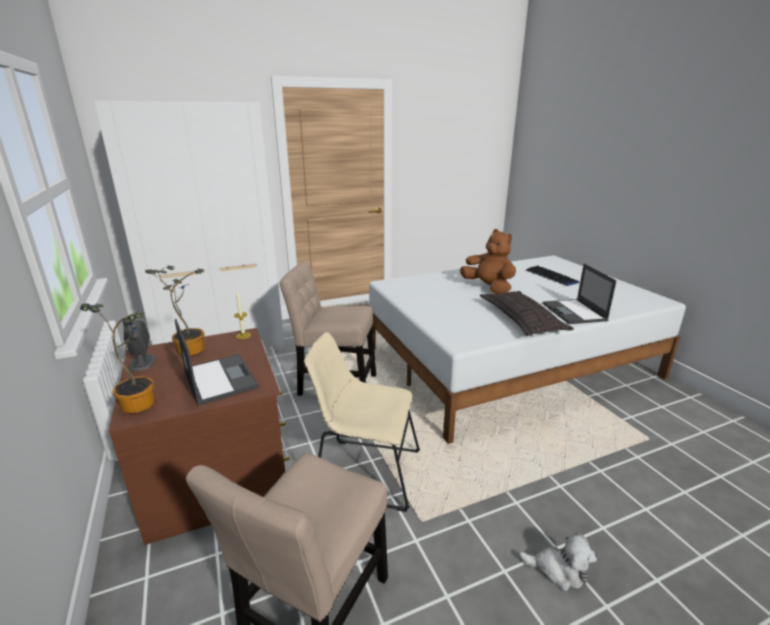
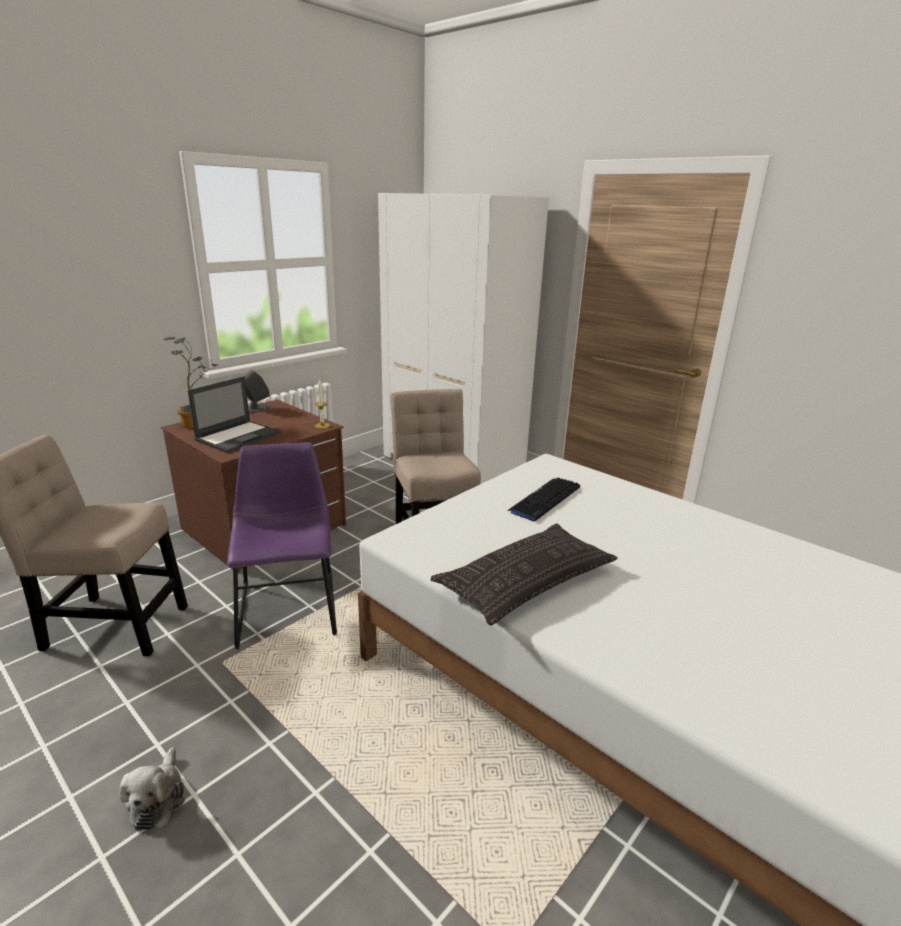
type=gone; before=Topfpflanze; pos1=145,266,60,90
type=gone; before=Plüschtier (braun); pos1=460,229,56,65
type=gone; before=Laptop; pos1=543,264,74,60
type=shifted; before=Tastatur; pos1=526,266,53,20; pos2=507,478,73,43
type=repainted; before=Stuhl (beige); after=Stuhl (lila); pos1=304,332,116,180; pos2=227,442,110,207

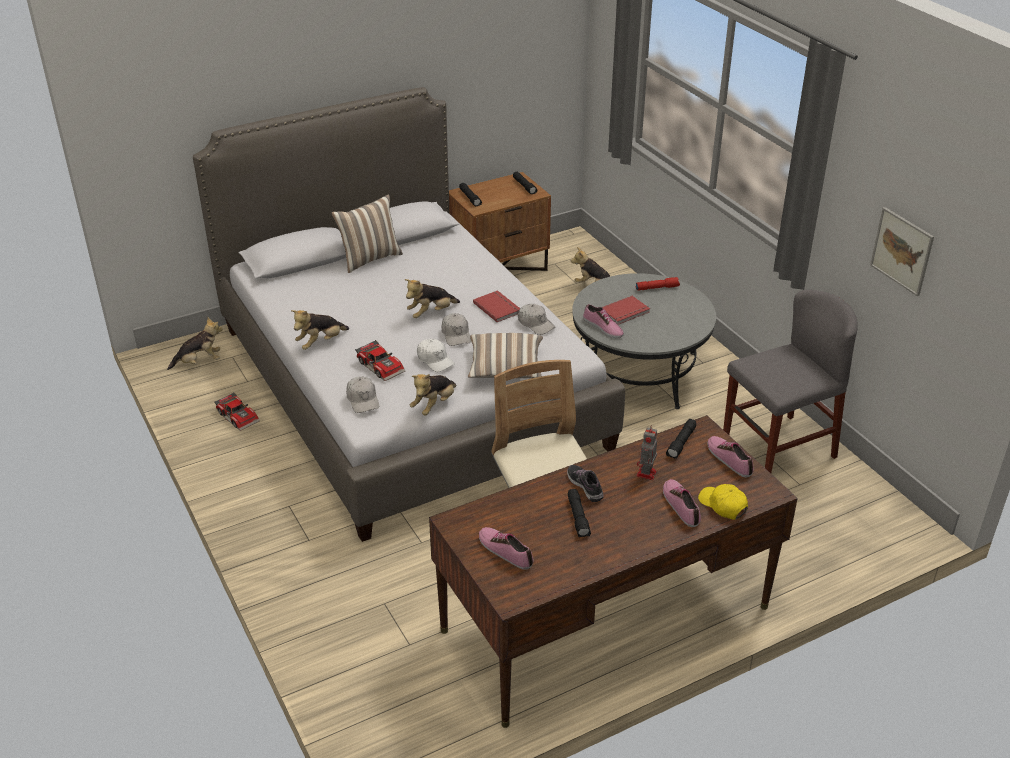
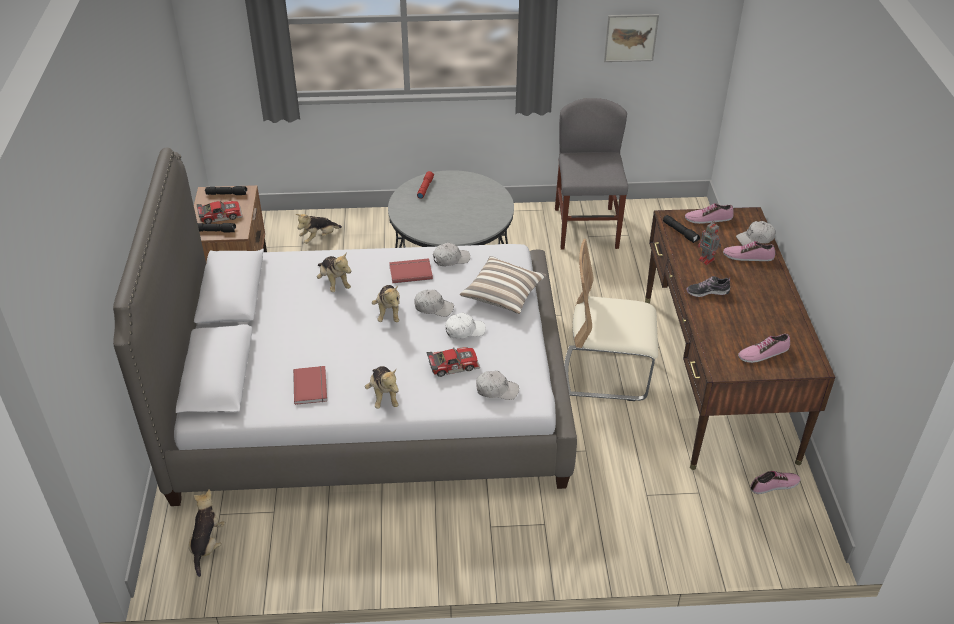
type=gone; before=Kissen; pos1=332,194,71,79
type=gone; before=Taschenlampe (schwarz); pos1=568,489,23,48
type=shifted; before=Spielzeugauto; pos1=214,392,46,39; pos2=197,201,46,23
type=shifted; before=Plüschtier; pos1=410,374,46,41; pos2=317,253,34,39
type=shifted; before=Schuh; pos1=583,304,41,34; pos2=750,471,50,23
type=shifted; before=Buch (rot); pos1=602,296,48,29; pos2=293,366,34,39
type=repainted; before=Kappe (gelb); after=Kappe (weiß); pos1=698,484,50,36; pos2=736,221,40,24

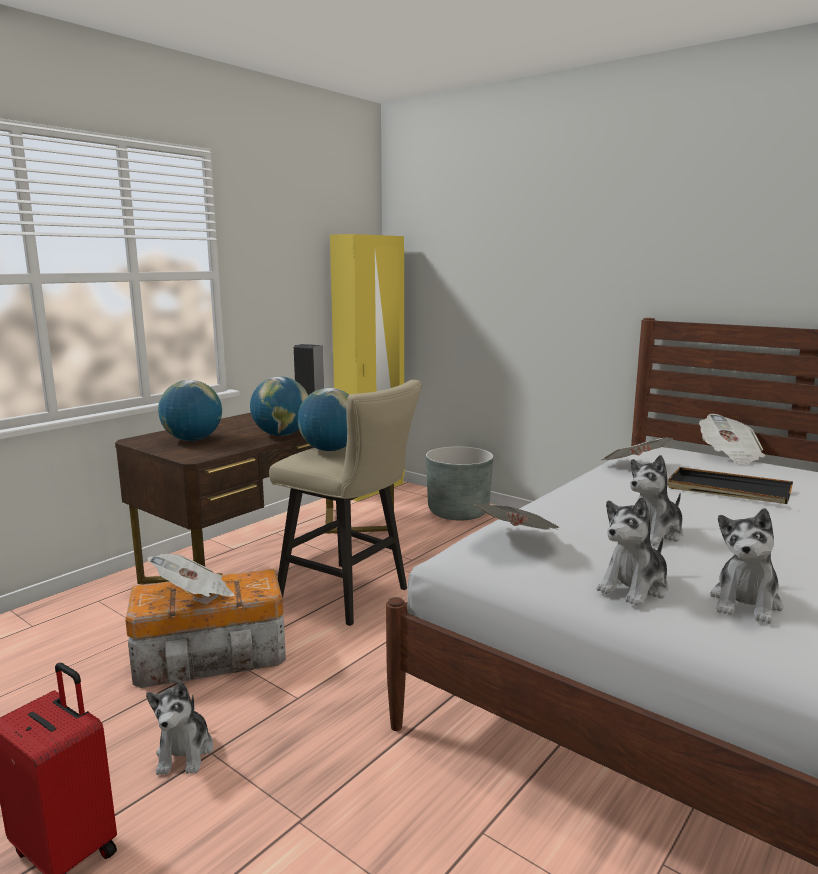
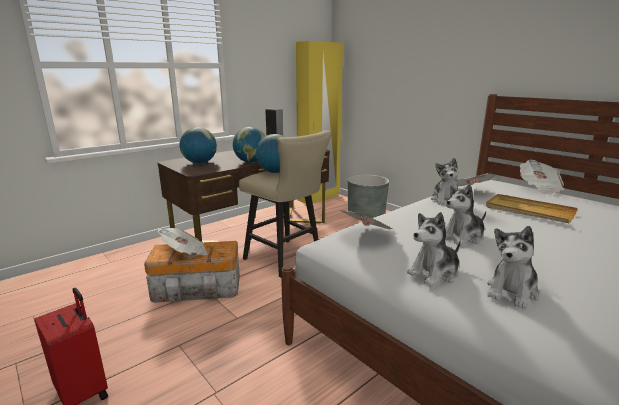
type=shifted; before=Plüschtier; pos1=146,681,67,94; pos2=431,158,27,47
type=repainted; before=Tablett (schwarz); after=Tablett (beige); pos1=668,467,125,37; pos2=486,194,92,29

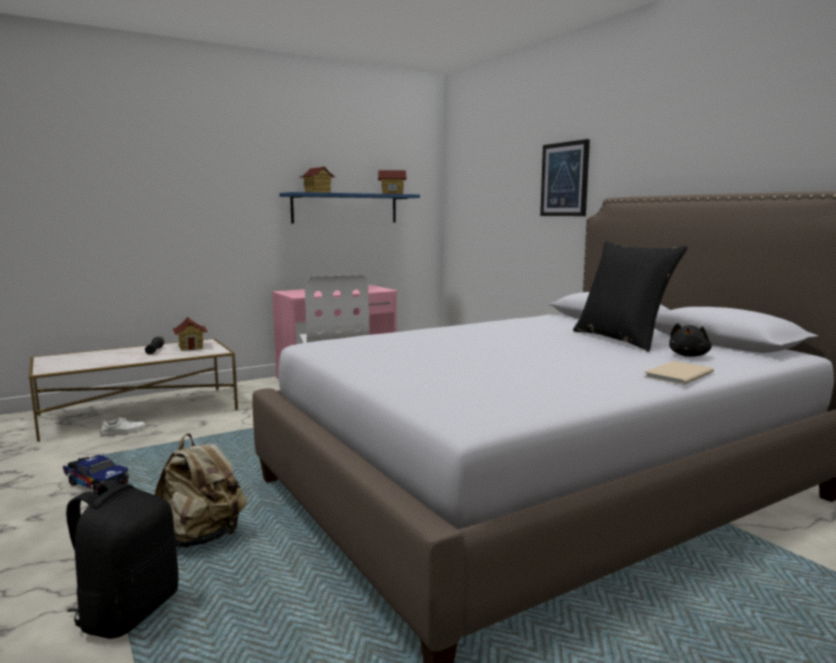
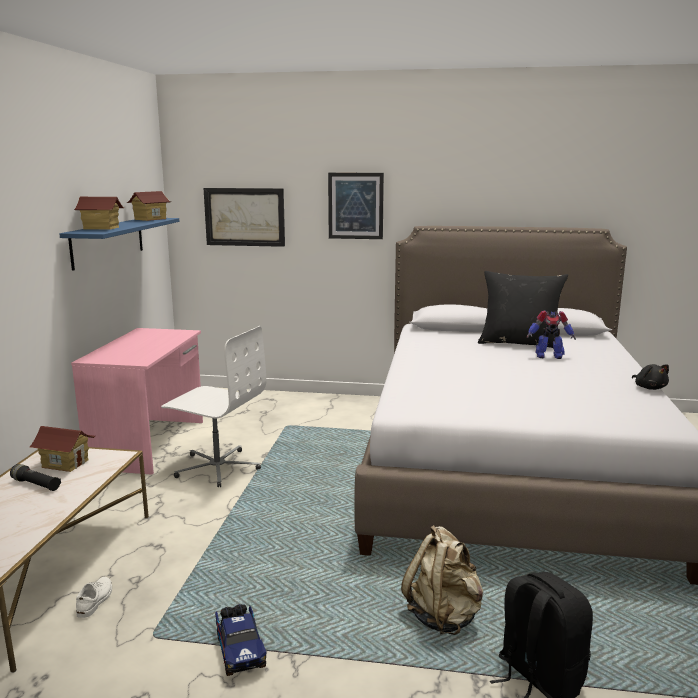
type=gone; before=Buch (beige); pos1=643,361,71,24
type=new; after=Bild; pos2=204,188,81,59
type=new; after=Spielzeugroboter; pos2=527,311,49,48
type=shifted; before=Plüschtier (schwarz); pos1=669,323,43,34; pos2=632,364,37,26
type=rotated; before=Spielzeuglaster; pos1=63,455,66,39; pos2=215,604,52,72; turn=90

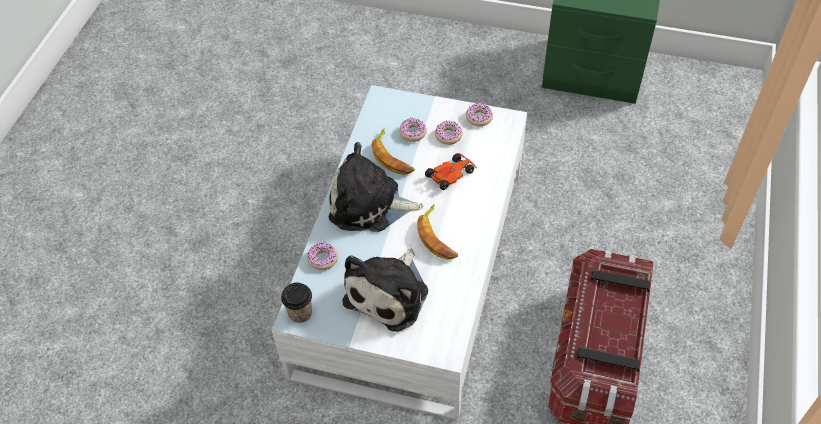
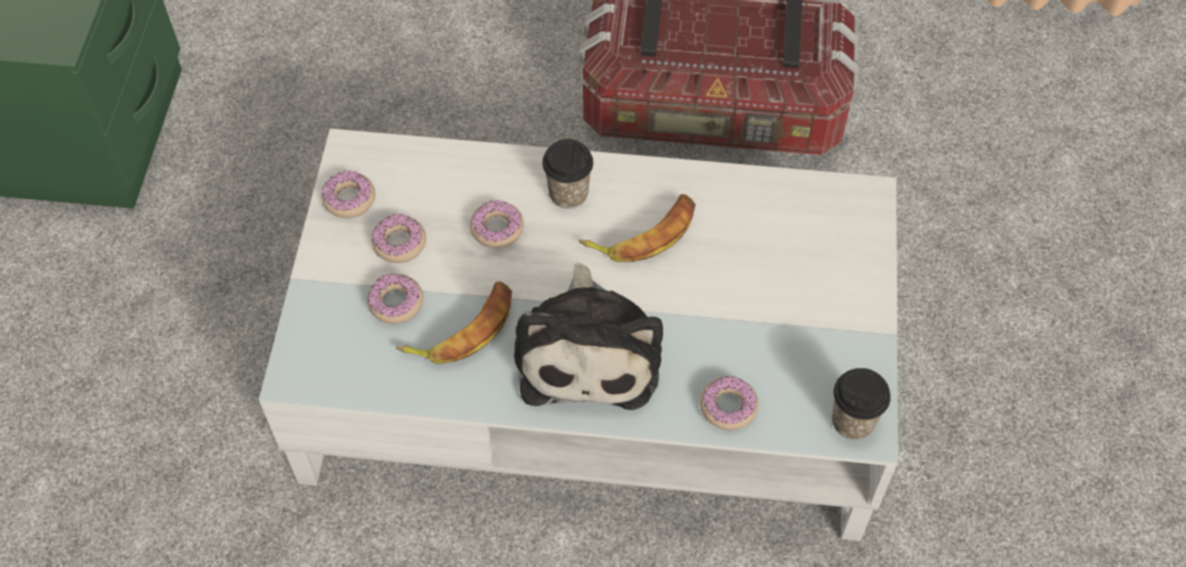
type=gone; before=Plüschtier; pos1=343,248,85,84
type=new; after=Tasse; pos2=542,139,51,70
type=swapped; before=Spielzeugauto; after=Donut; pos1=425,153,52,37; pos2=470,200,54,48

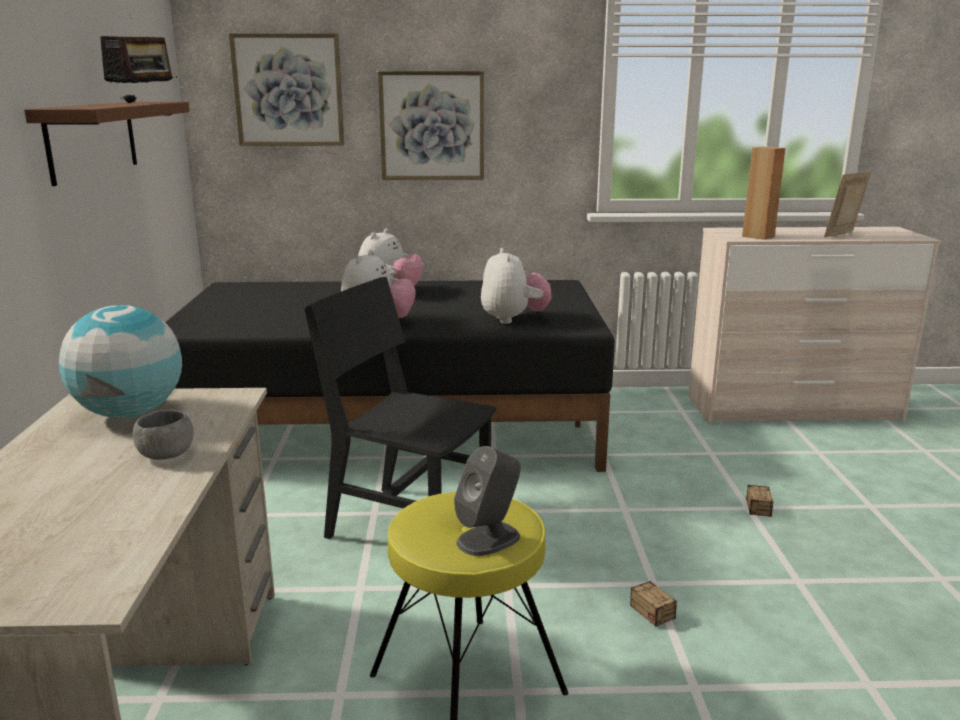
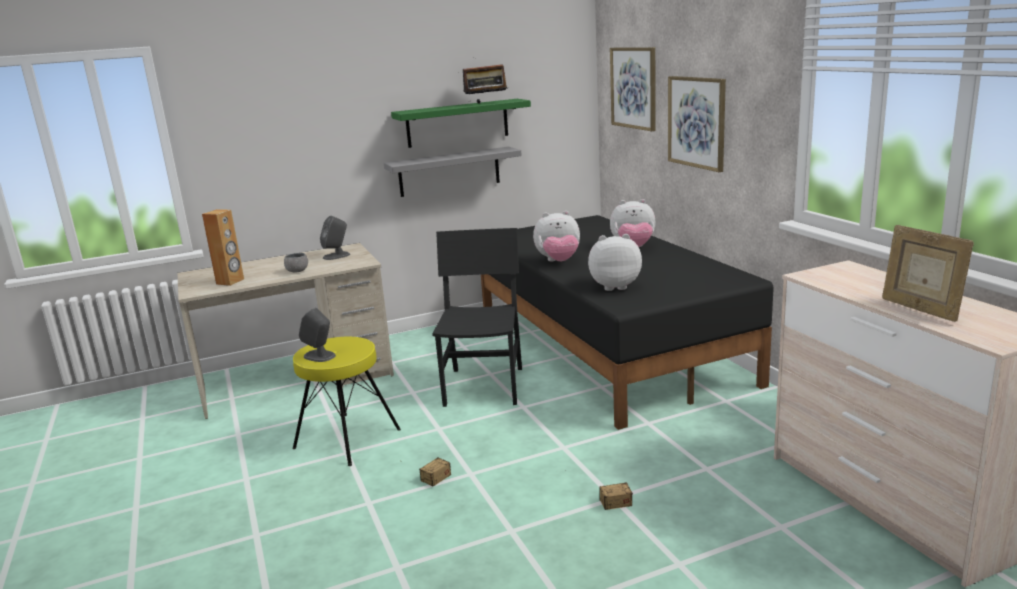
type=new; after=Wandregal (grau); pos2=384,147,138,50
type=shifted; before=Lautsprecher (braun); pos1=742,146,43,94; pos2=202,209,42,77
type=swapped; before=Globus; after=Lautsprecher (grau); pos1=59,305,123,113; pos2=320,216,30,44
type=repainted; before=Wandregal (braun); after=Wandregal (grün); pos1=24,102,166,84; pos2=391,99,140,49
type=rotated; before=Plüschtier; pos1=481,248,71,76; pos2=588,234,54,57; turn=-150
type=rotated; before=Bilderrahmen; pos1=824,172,47,65; pos2=882,225,92,97; turn=-135

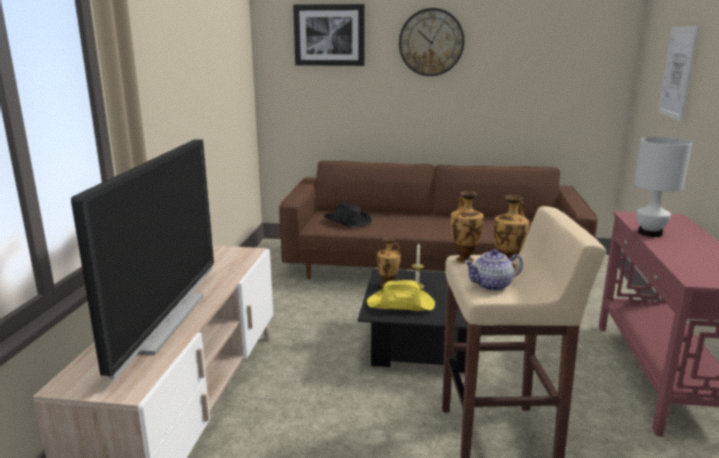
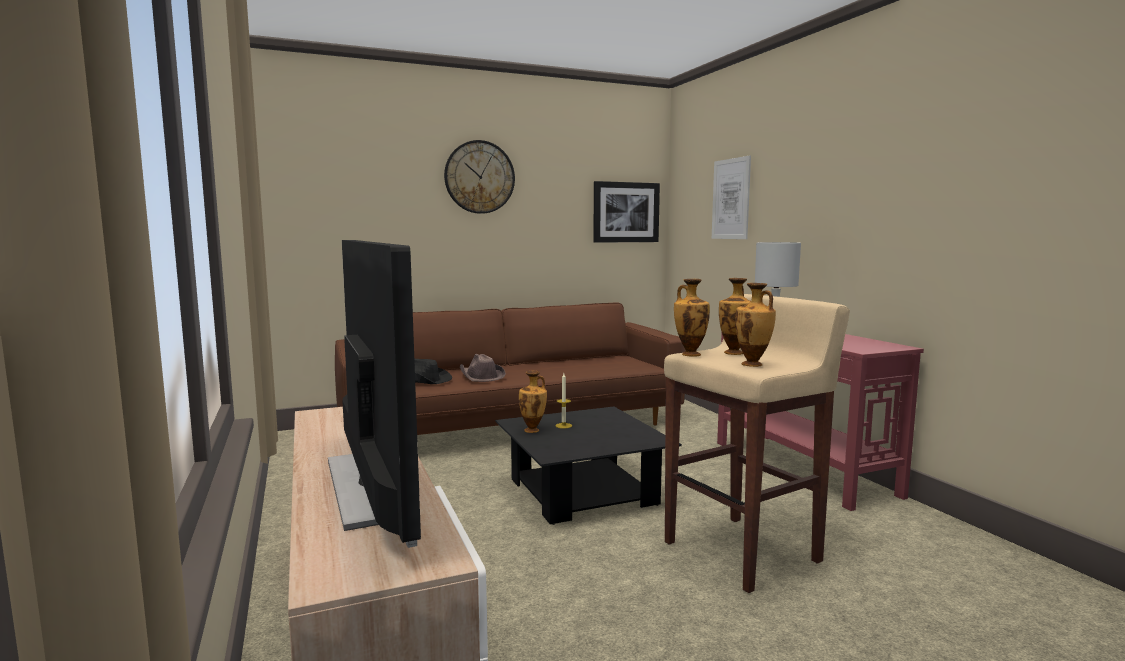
type=gone; before=Hut (gelb); pos1=367,280,68,31
type=new; after=Hut (braun); pos2=460,354,46,28
type=shifted; before=Bild; pos1=293,4,72,62; pos2=593,181,67,62
type=swapped; before=Teekanne; after=Vase; pos1=464,249,59,42; pos2=735,283,41,84

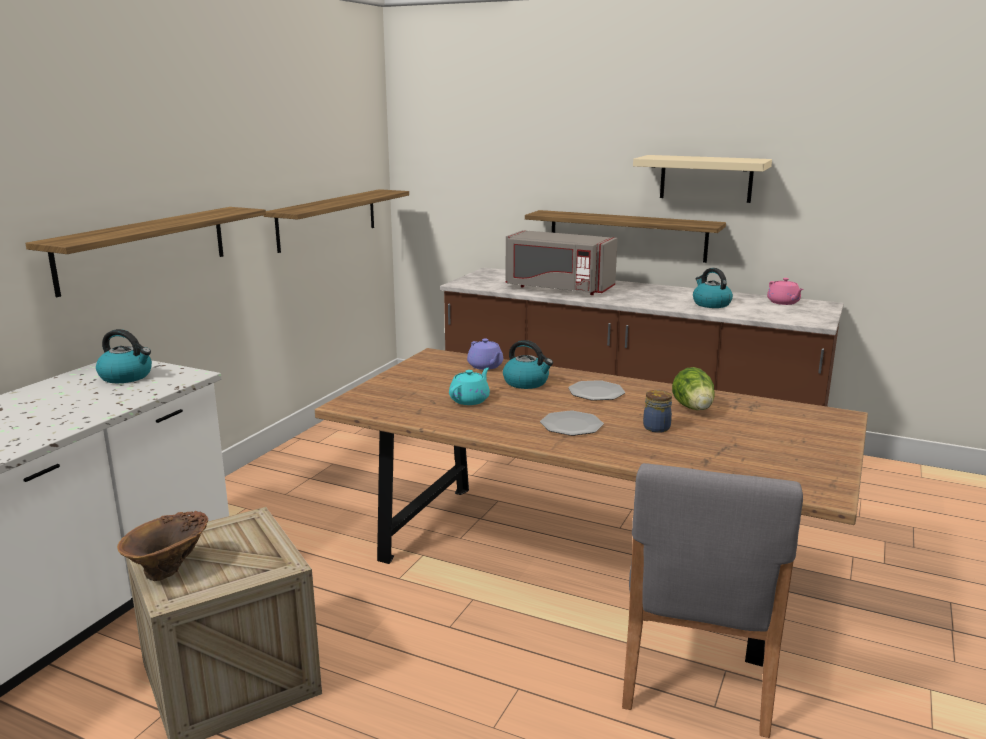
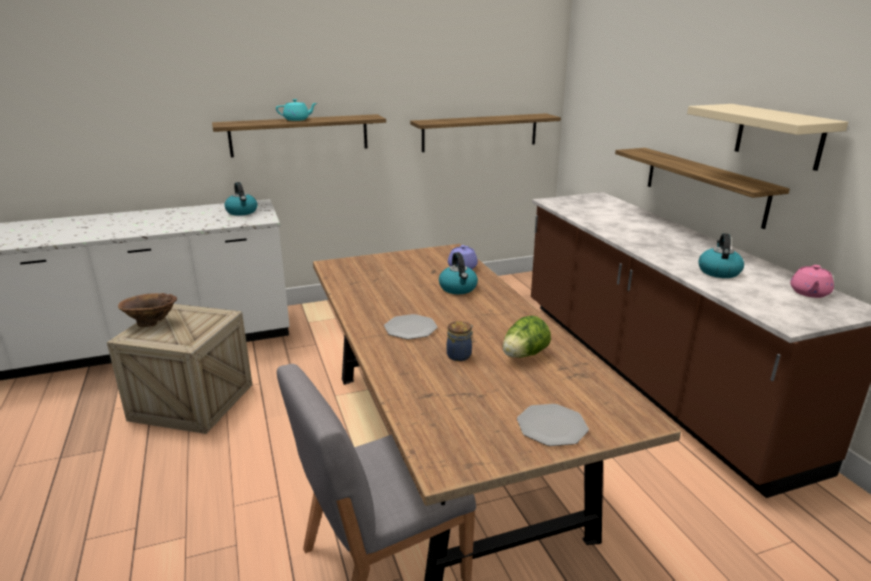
type=gone; before=Mikrowelle (grau); pos1=505,230,113,65
type=shifted; before=Teekanne (türkis); pos1=449,368,41,37; pos2=276,99,41,22
type=shifted; before=Teller; pos1=568,380,57,21; pos2=517,404,72,42

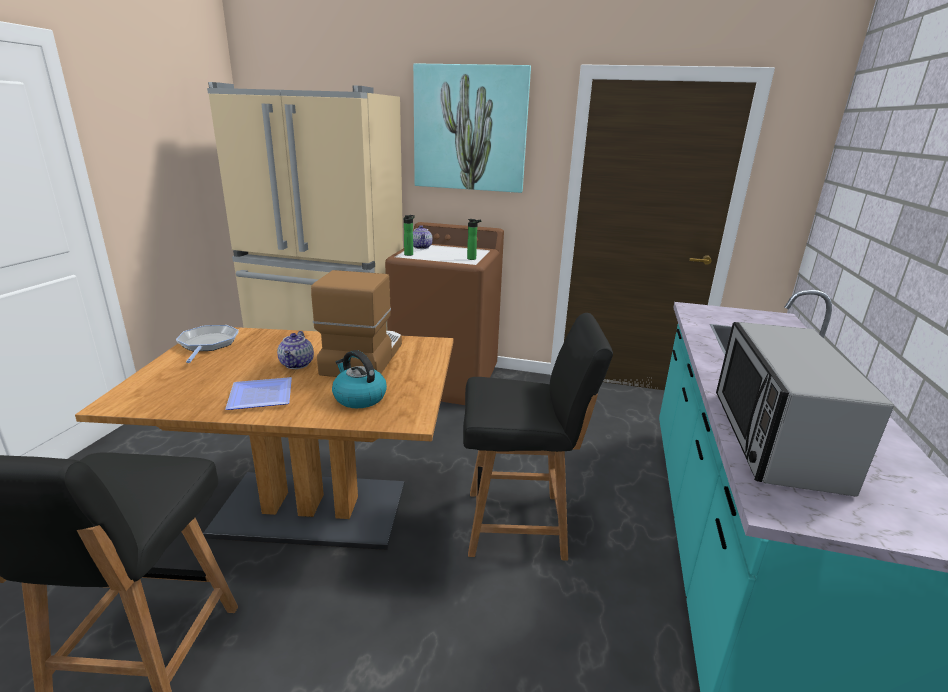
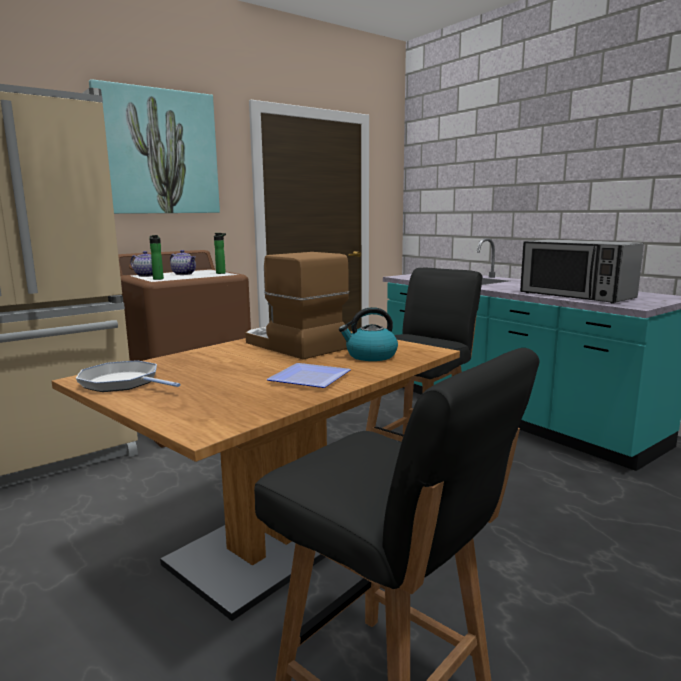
type=shifted; before=Teekanne; pos1=277,331,37,38; pos2=170,250,26,25

